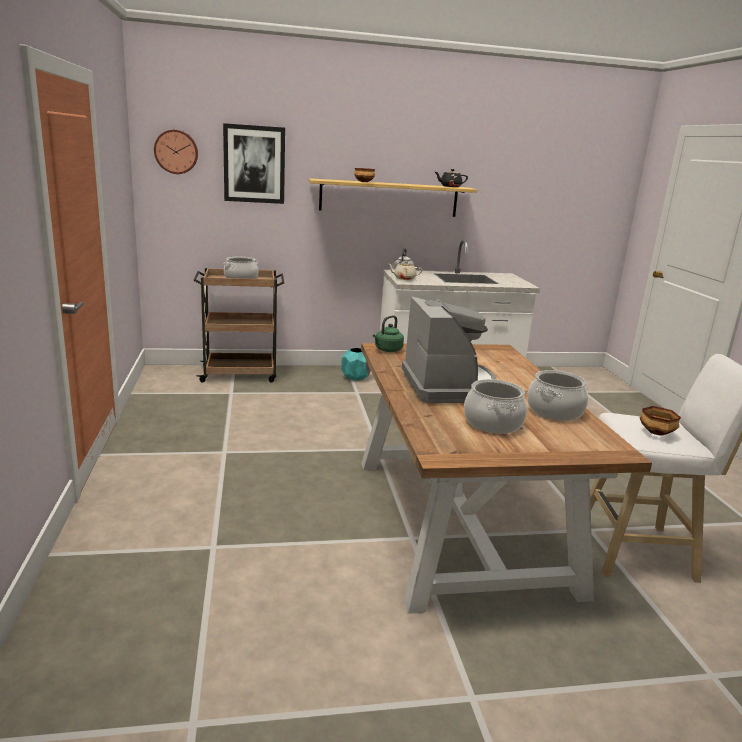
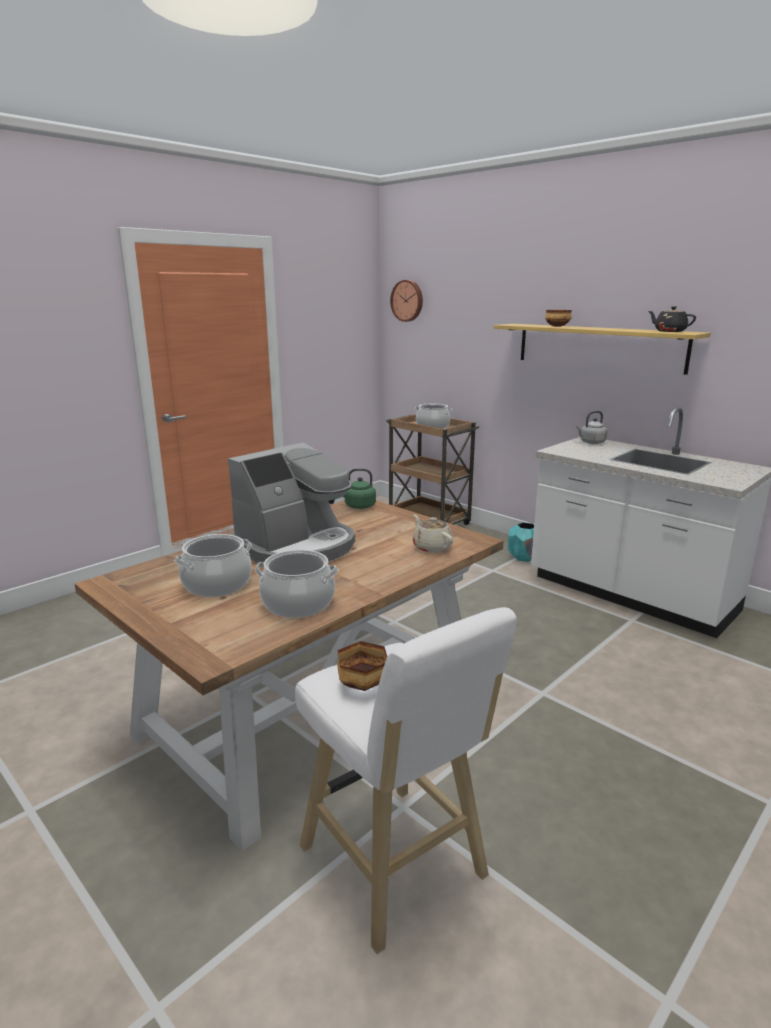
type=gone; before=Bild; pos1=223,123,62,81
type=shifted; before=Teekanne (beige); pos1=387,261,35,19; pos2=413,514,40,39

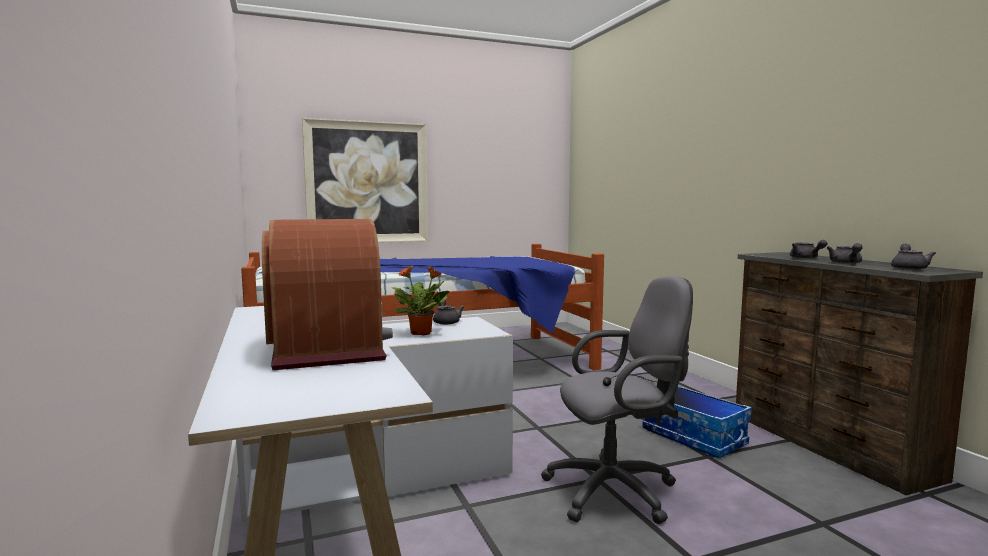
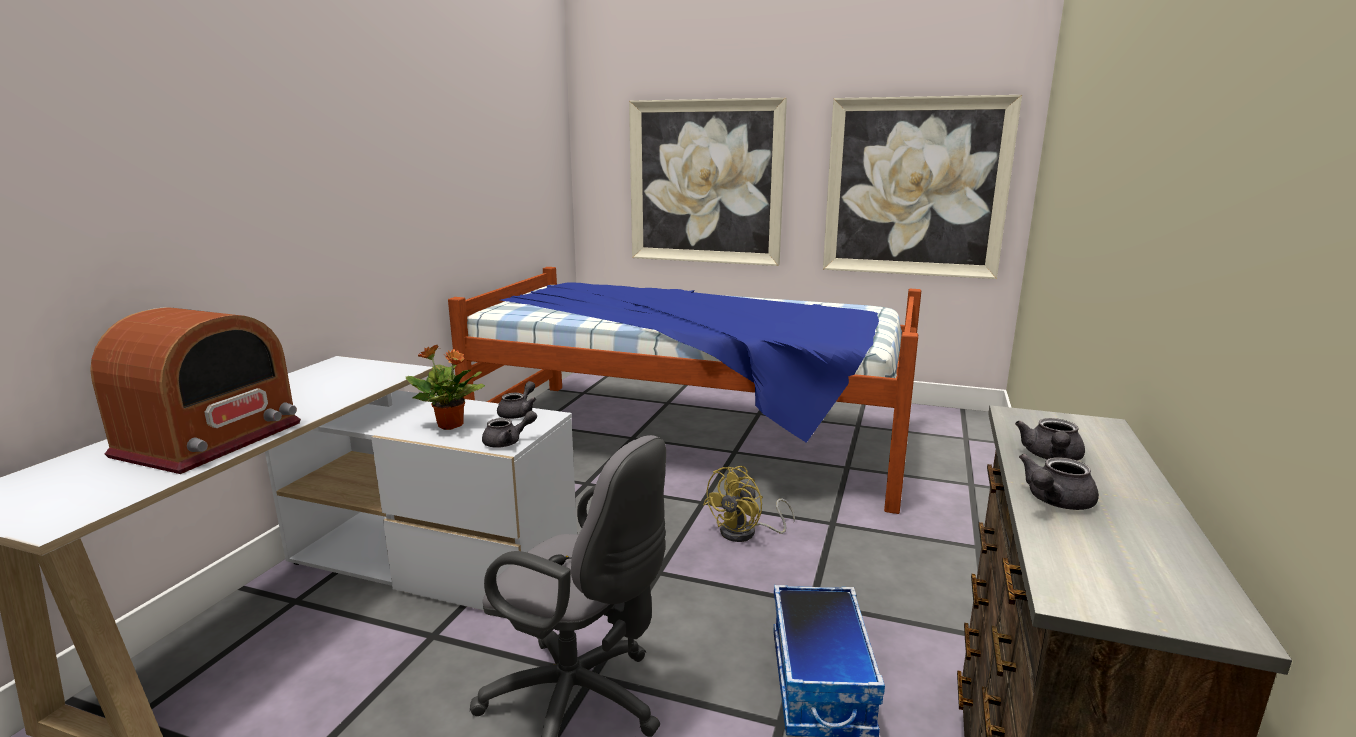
type=new; after=Ventilator (gelb); pos2=703,466,92,76
type=new; after=Bild; pos2=823,95,199,184
type=shifted; before=Teekanne (grau); pos1=891,244,45,26; pos2=482,411,55,37

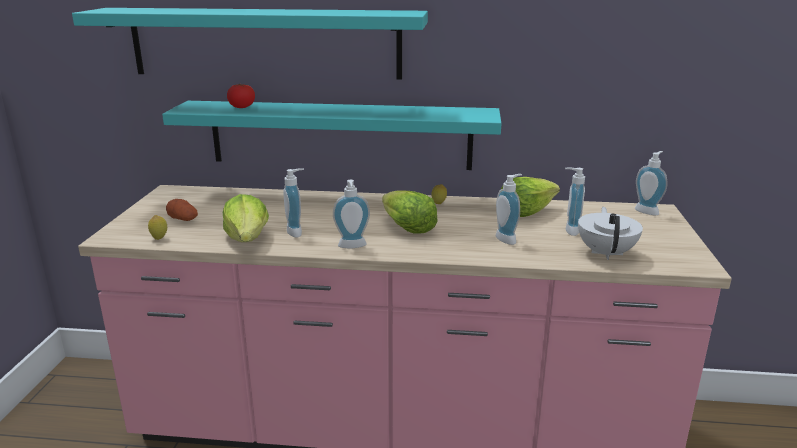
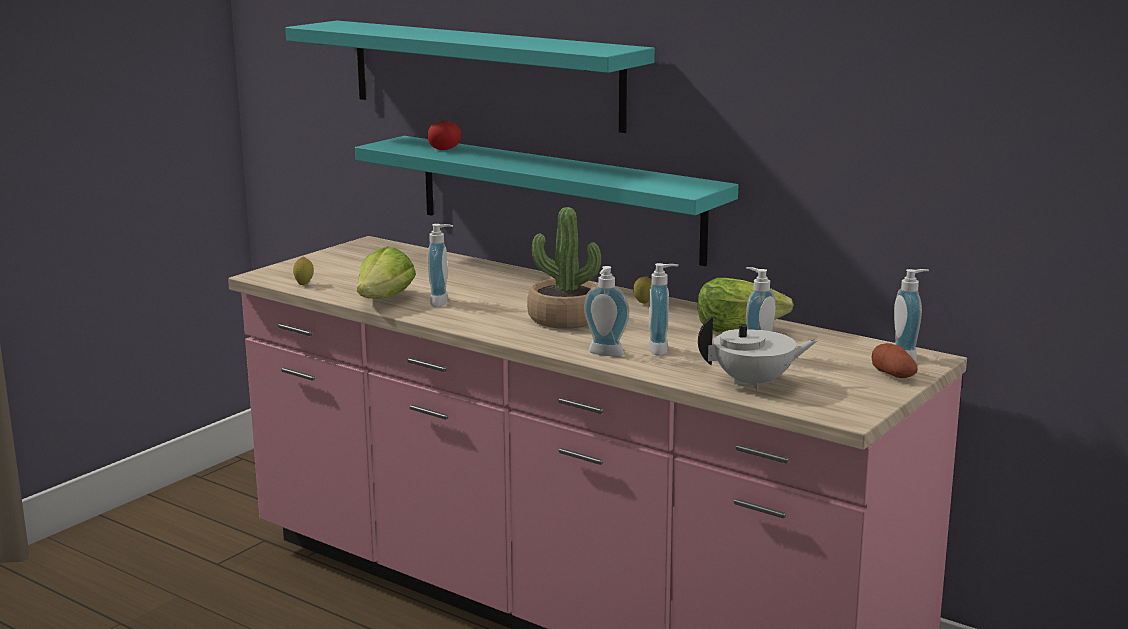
type=shifted; before=Kartoffel; pos1=166,199,32,22; pos2=871,343,47,35
type=shifted; before=Seifenspender; pos1=333,180,37,68; pos2=584,266,45,90
type=swapped; before=Salatkopf; after=Topfpflanze; pos1=382,191,56,43; pos2=527,207,74,122
type=rotated; before=Teekanne (weiß); pos1=578,207,65,53; pos2=698,316,120,75; turn=45

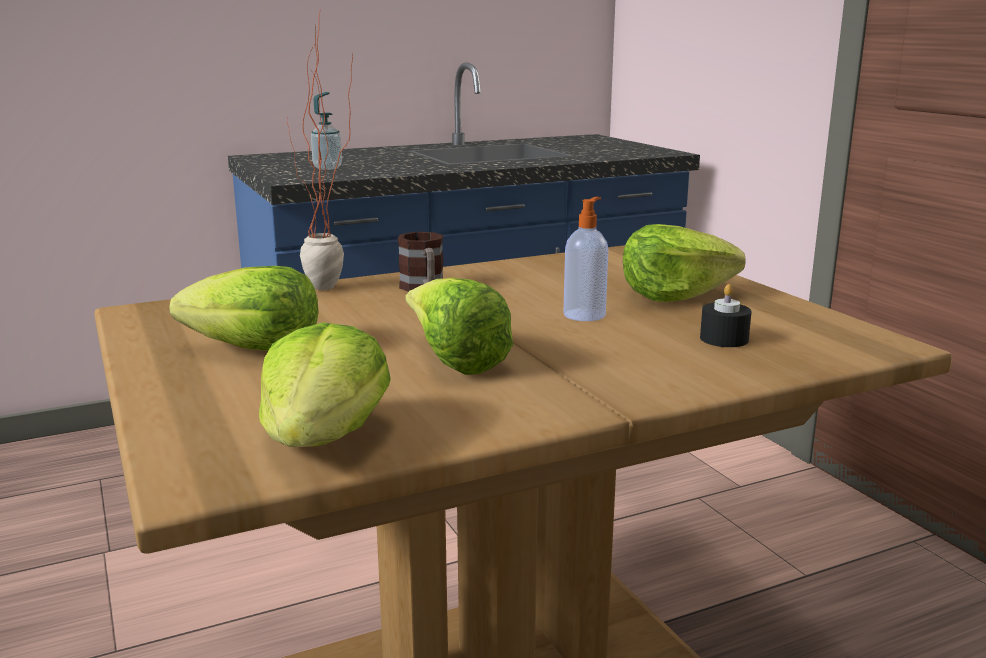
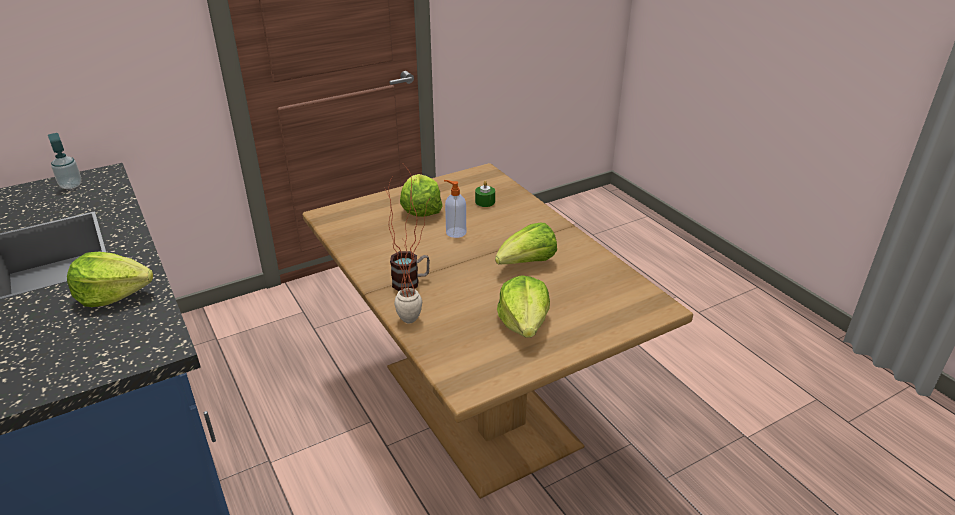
type=shifted; before=Salatkopf; pos1=259,322,132,125; pos2=67,252,86,55
type=shifted; before=Seifenspender; pos1=311,92,31,78; pos2=48,133,33,56
type=repainted; before=Kerze (schwarz); after=Kerze (grün); pos1=700,284,52,63; pos2=475,181,20,26

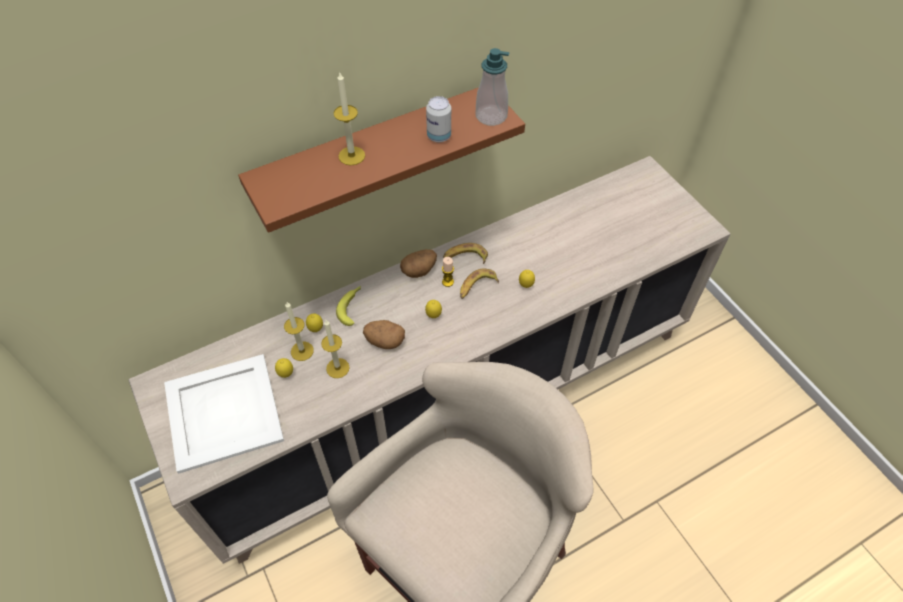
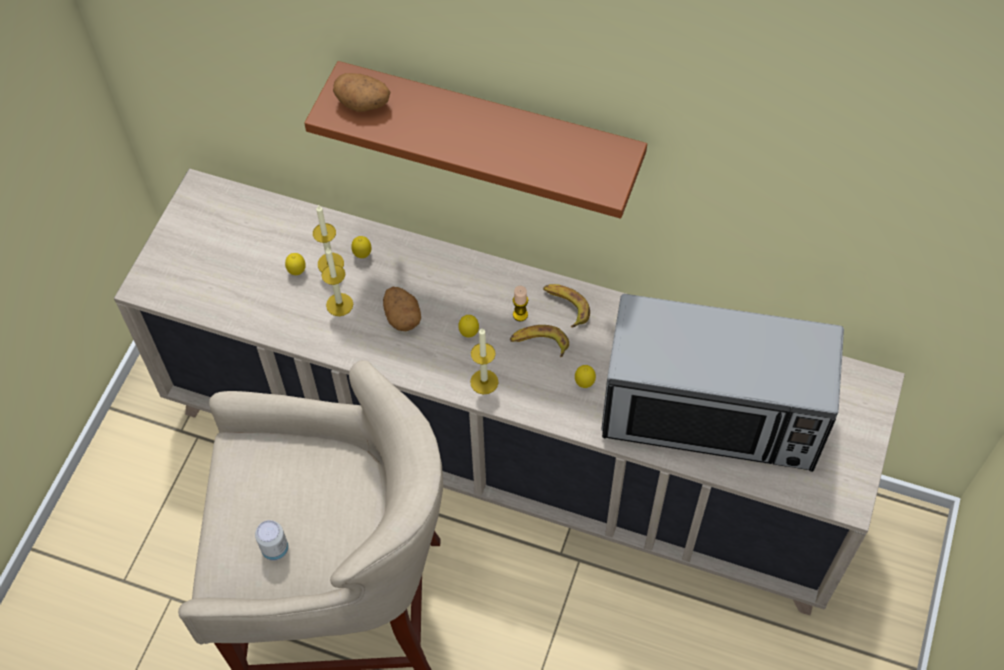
type=gone; before=Tablett (weiß); pos1=164,354,120,120
type=gone; before=Banane; pos1=336,286,25,40
type=gone; before=Seifenspender; pos1=476,48,33,78
type=new; after=Mikrowelle; pos2=601,294,243,178
type=shifted; before=Kerze; pos1=334,73,31,92; pos2=470,328,28,67
type=shifted; before=Kartoffel; pos1=400,249,37,29; pos2=333,73,57,39
type=shifted; before=Dose; pos1=426,96,25,46; pos2=255,520,34,41

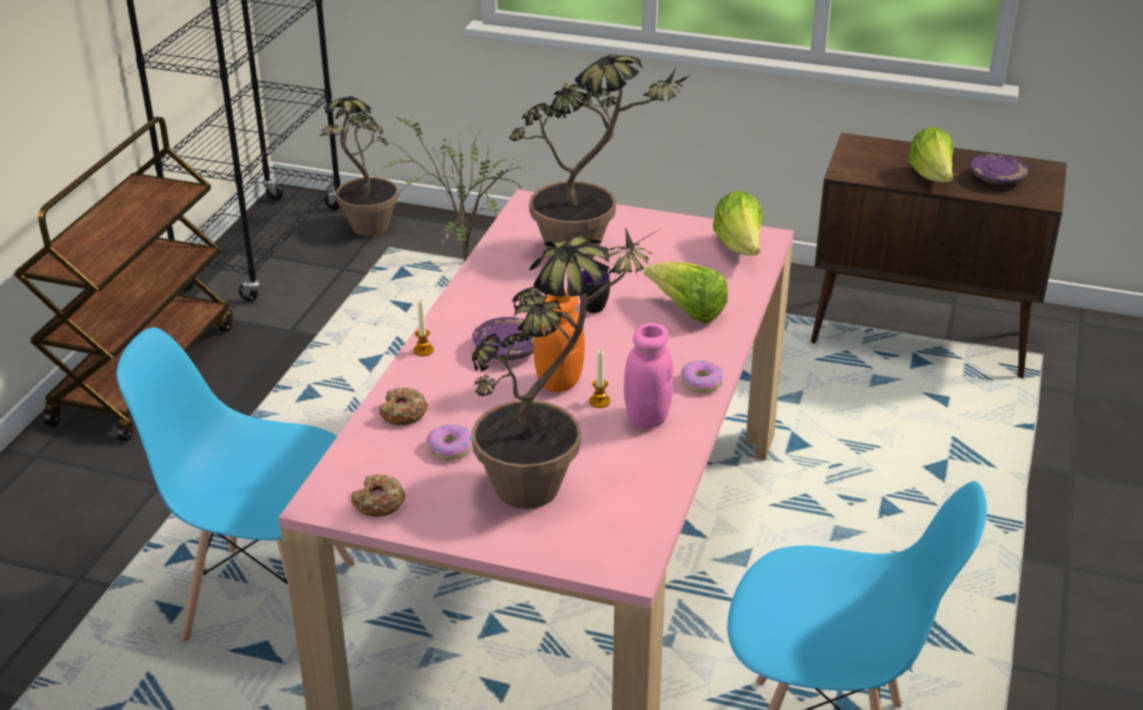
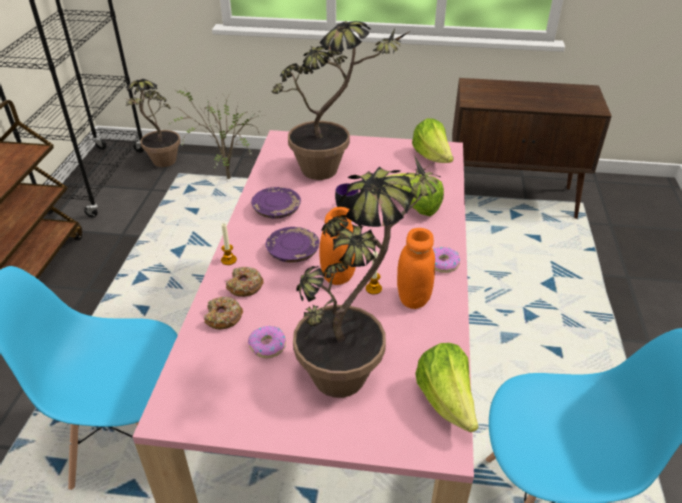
type=shifted; before=Donut; pos1=351,474,55,43; pos2=226,267,38,30
type=shifted; before=Salatkopf; pos1=908,127,46,55; pos2=415,343,64,89
type=shifted; before=Teller (lila); pos1=971,154,57,31; pos2=251,187,50,32
type=repainted; before=Vorratsglas (rosa); after=Vorratsglas (orange); pos1=624,323,49,106; pos2=397,228,38,81

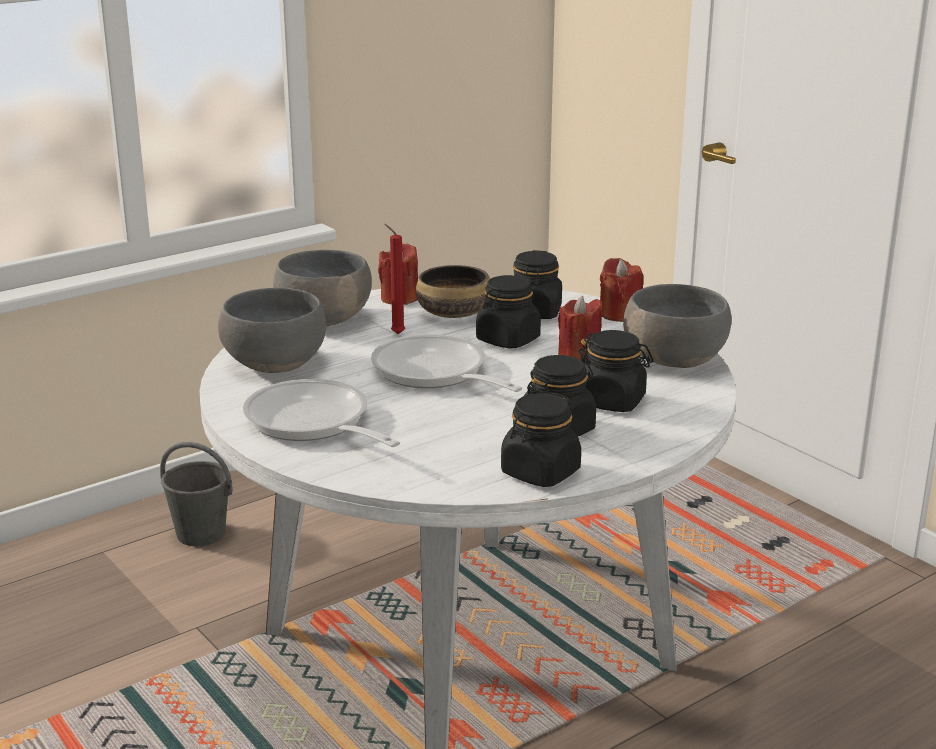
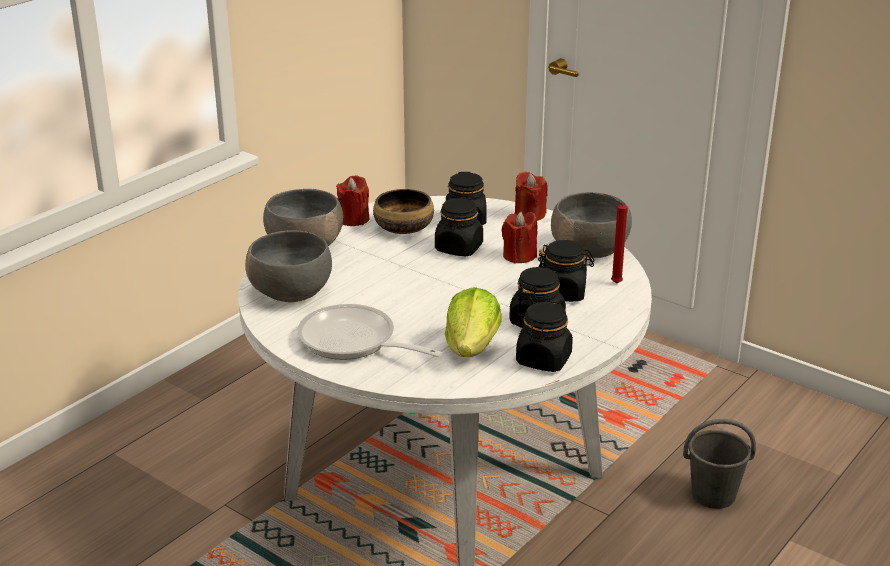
type=gone; before=Pfanne; pos1=371,334,152,58
type=new; after=Salatkopf; pos2=445,287,57,70
type=shifted; before=Eimer (grau); pos1=160,442,73,104; pos2=683,419,73,90
type=shifted; before=Kerze (rot); pos1=384,224,21,110; pos2=611,197,17,87

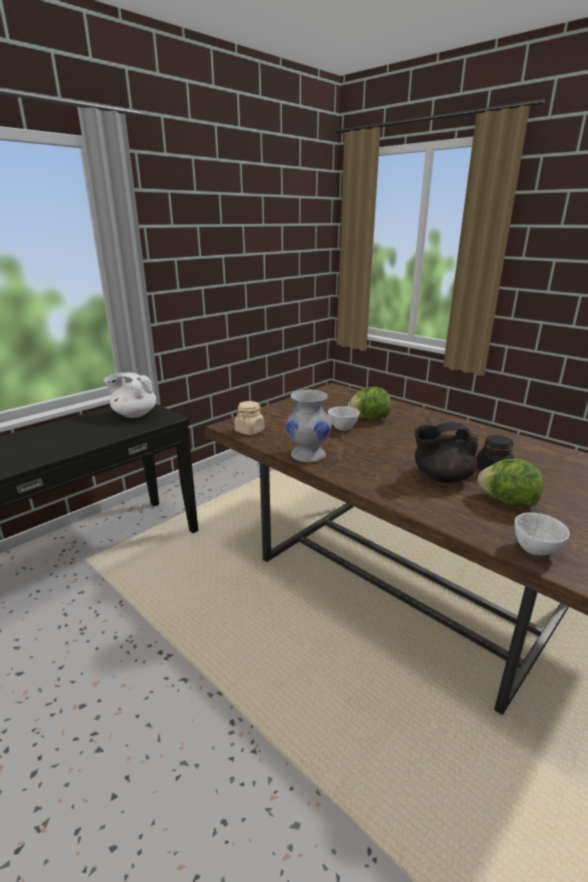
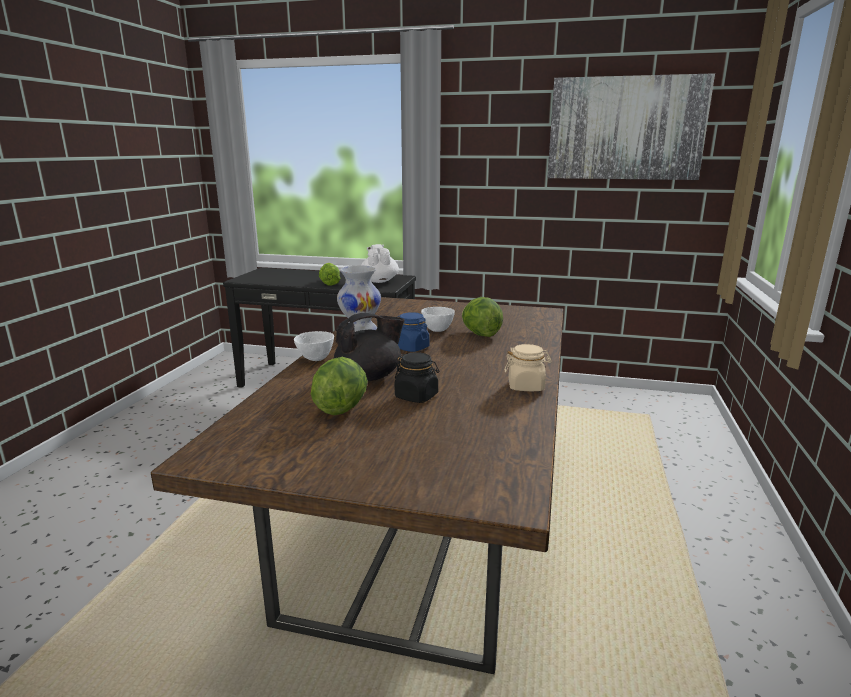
type=new; after=Salatkopf; pos2=319,263,21,23
type=new; after=Vorratsglas (blau); pos2=398,312,32,40
type=new; after=Bild; pos2=547,73,168,107
type=shifted; before=Vorratsglas (beige); pos1=234,401,31,34; pos2=504,344,48,47
type=shifted; before=Schüssel (weiß); pos1=515,512,54,44; pos2=294,331,40,30
type=rotated; before=Teekanne (schwarz); pos1=414,422,64,61; pos2=334,313,71,68; turn=105

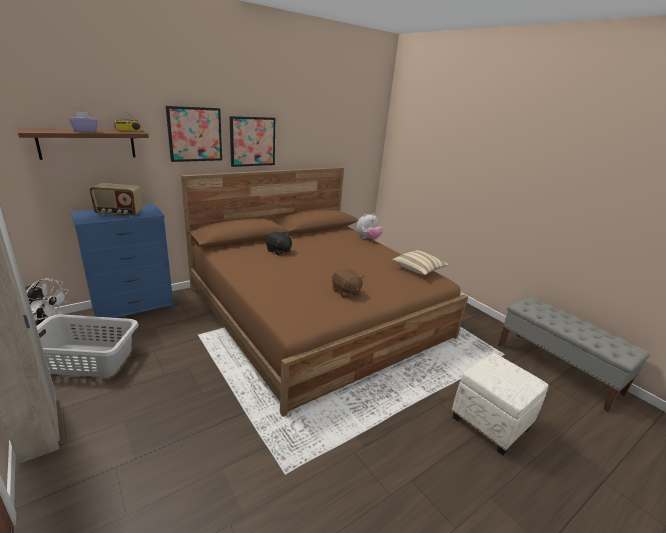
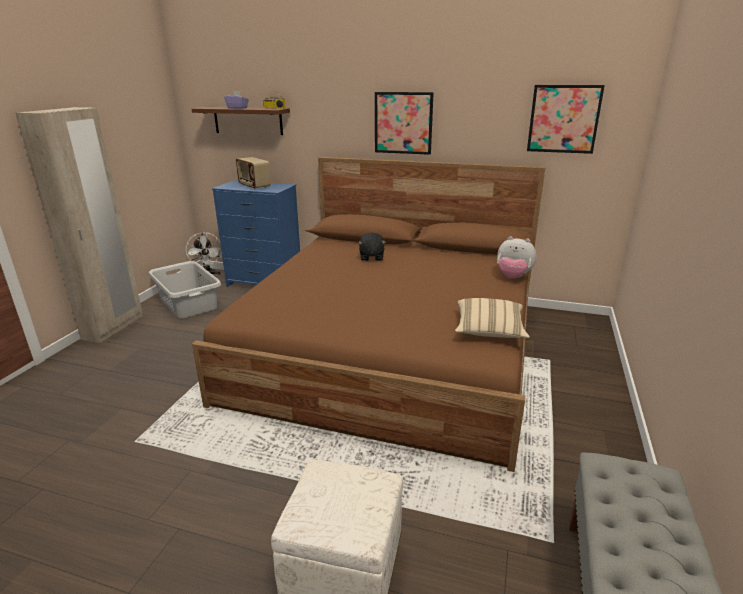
type=gone; before=Plüschtier (braun); pos1=332,268,32,30
type=shifted; before=Bild; pos1=166,106,56,56; pos2=527,85,78,69

